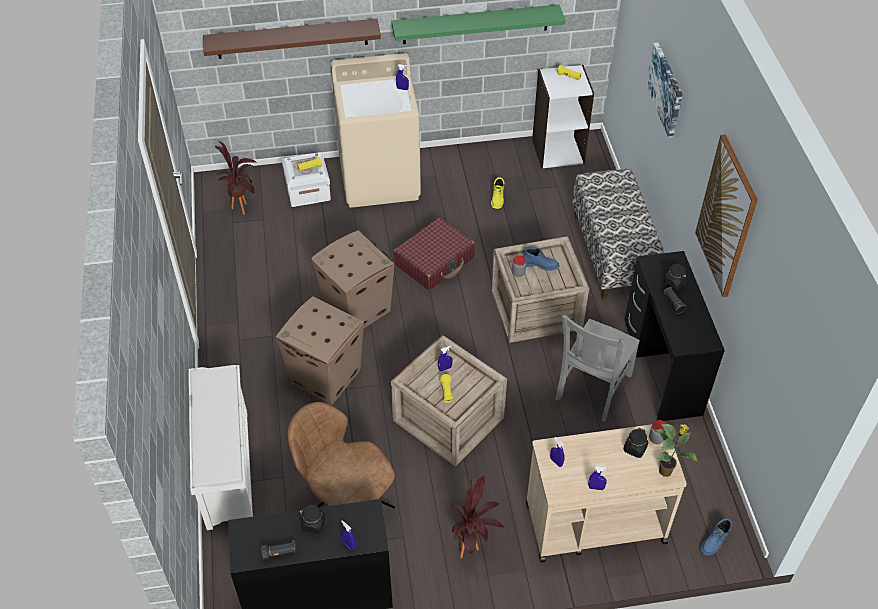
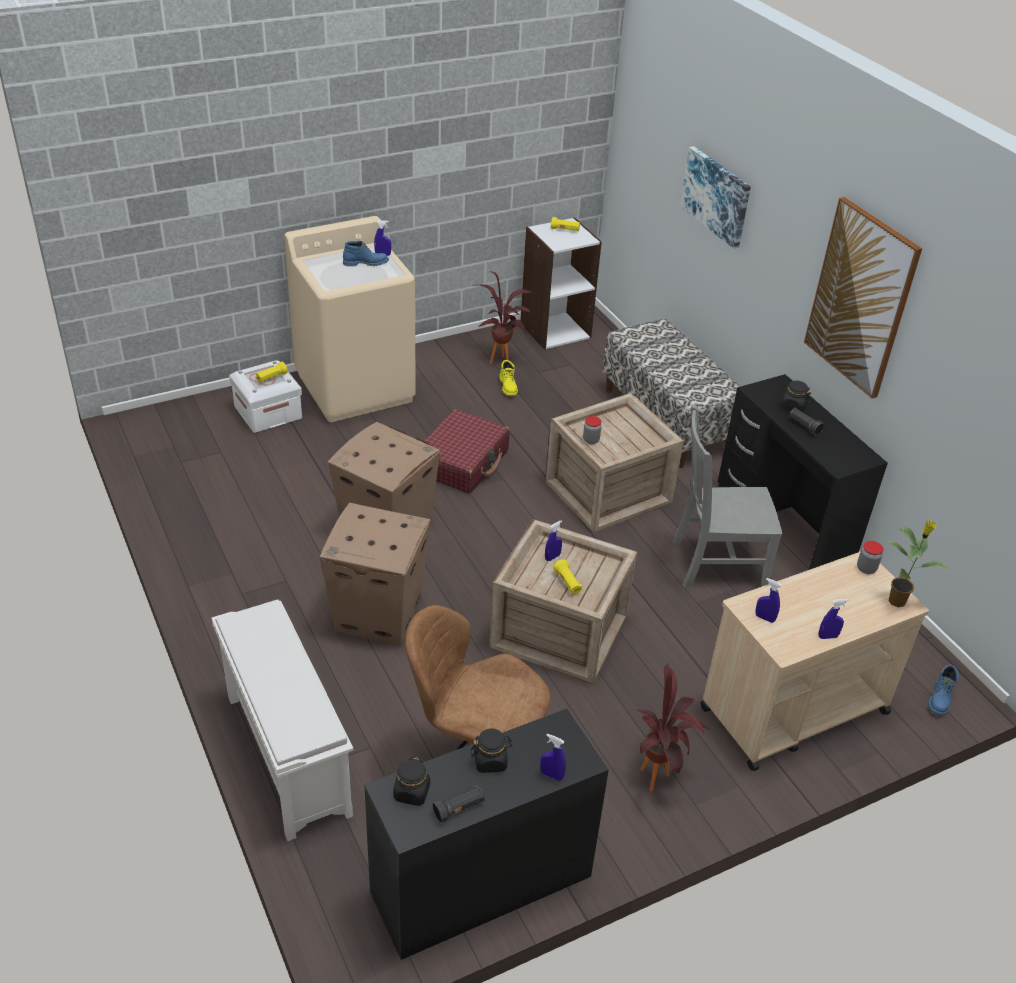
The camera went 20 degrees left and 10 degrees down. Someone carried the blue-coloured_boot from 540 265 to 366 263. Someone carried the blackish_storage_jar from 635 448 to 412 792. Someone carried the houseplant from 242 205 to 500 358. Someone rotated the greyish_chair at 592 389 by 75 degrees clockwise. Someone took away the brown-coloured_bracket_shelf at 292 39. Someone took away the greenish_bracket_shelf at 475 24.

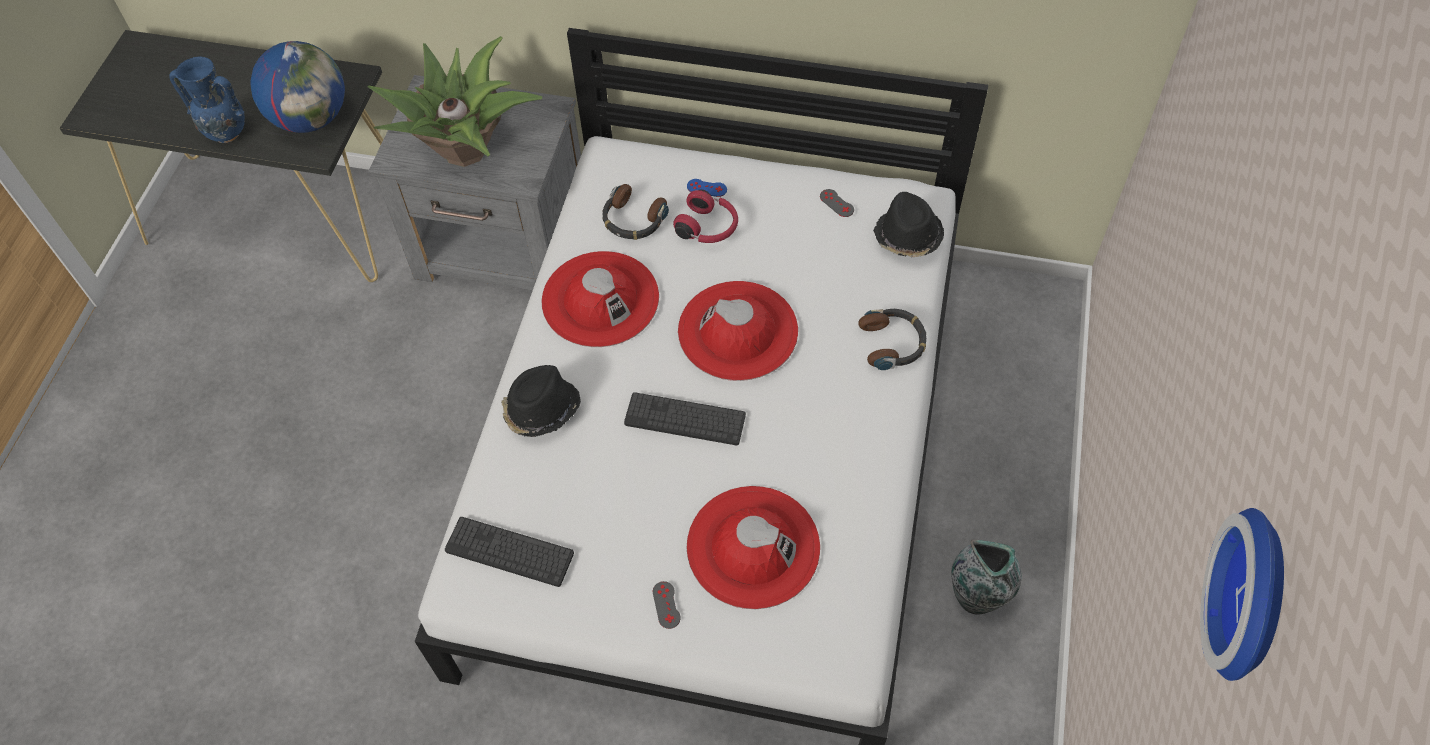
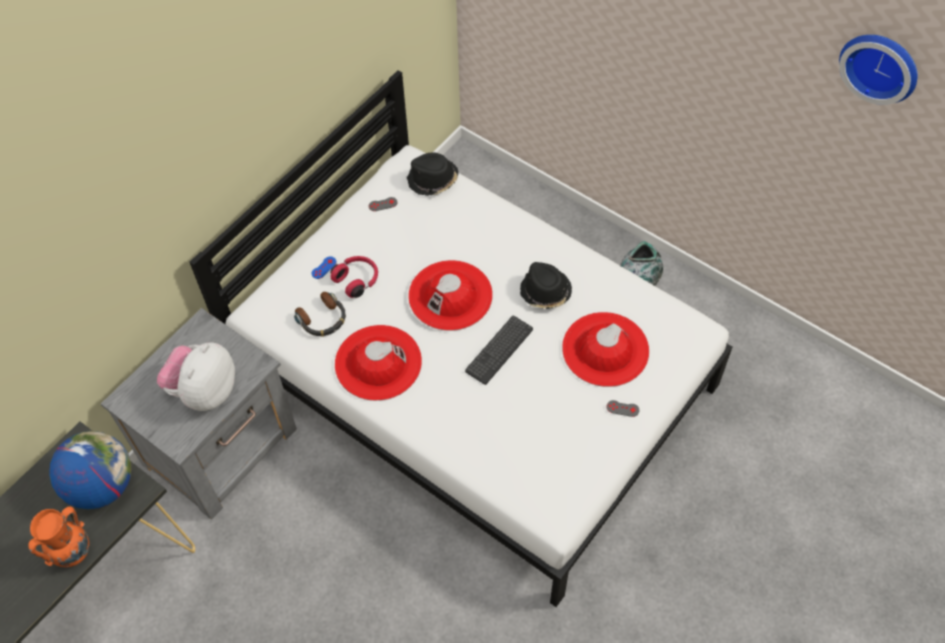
The camera went 65 degrees left and 0 degrees up. Someone repainted the blue-coloured_flower_vase at 226 133, which became the orangey_flower_vase at 72 553. Someone swapped the houseplant at 467 150 for the soft_toy at 204 391. Someone carried the blackish_wearable_hat from 540 410 to 545 292. Someone took away the PC_keyboard at 509 552. Someone took away the pair_of_headphones at 893 343.

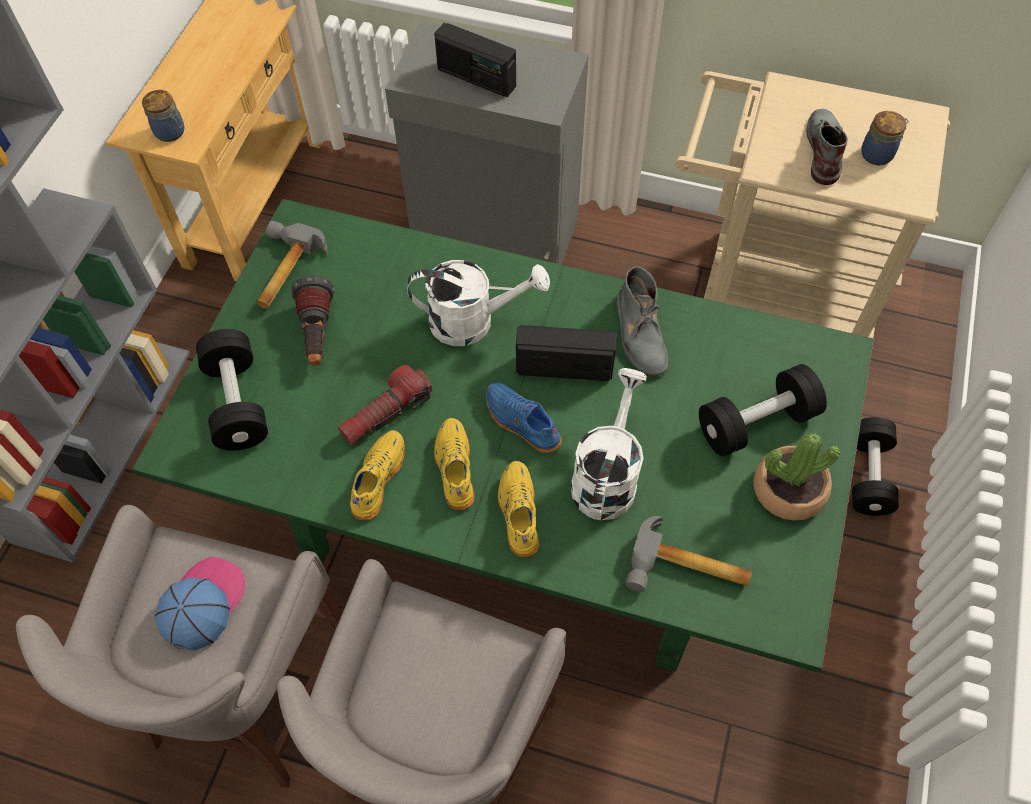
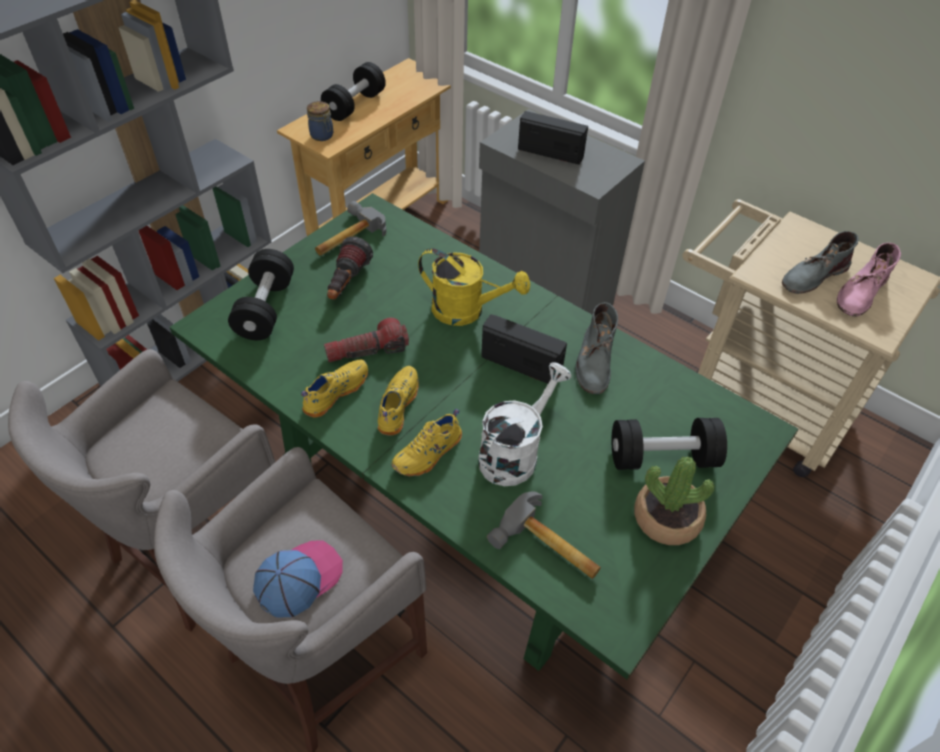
The camera went 20 degrees right and 10 degrees down. Someone carried the cap from 202 604 to 299 579. Someone carried the blackish_free_weight from 868 475 to 355 105. Someone rotated the yellowish_low_shoe at 517 513 by 150 degrees counterclockwise. Someone repainted the white_sprinkling_can at 473 321, which became the yellowish_sprinkling_can at 467 311. Someone rotated the radio_set at 476 78 by 150 degrees clockwise. Someone rotated the greyish_boot at 824 149 by 150 degrees counterclockwise. Someone swapped the storage_jar at 878 154 for the pinkish_boot at 860 293. Someone took away the blue-coloured_low_shoe at 521 423.

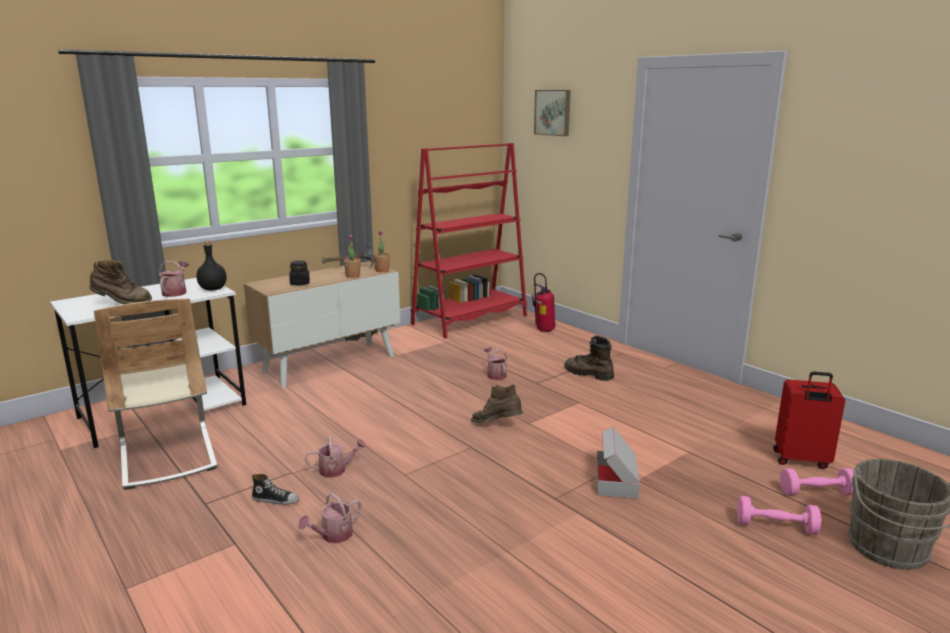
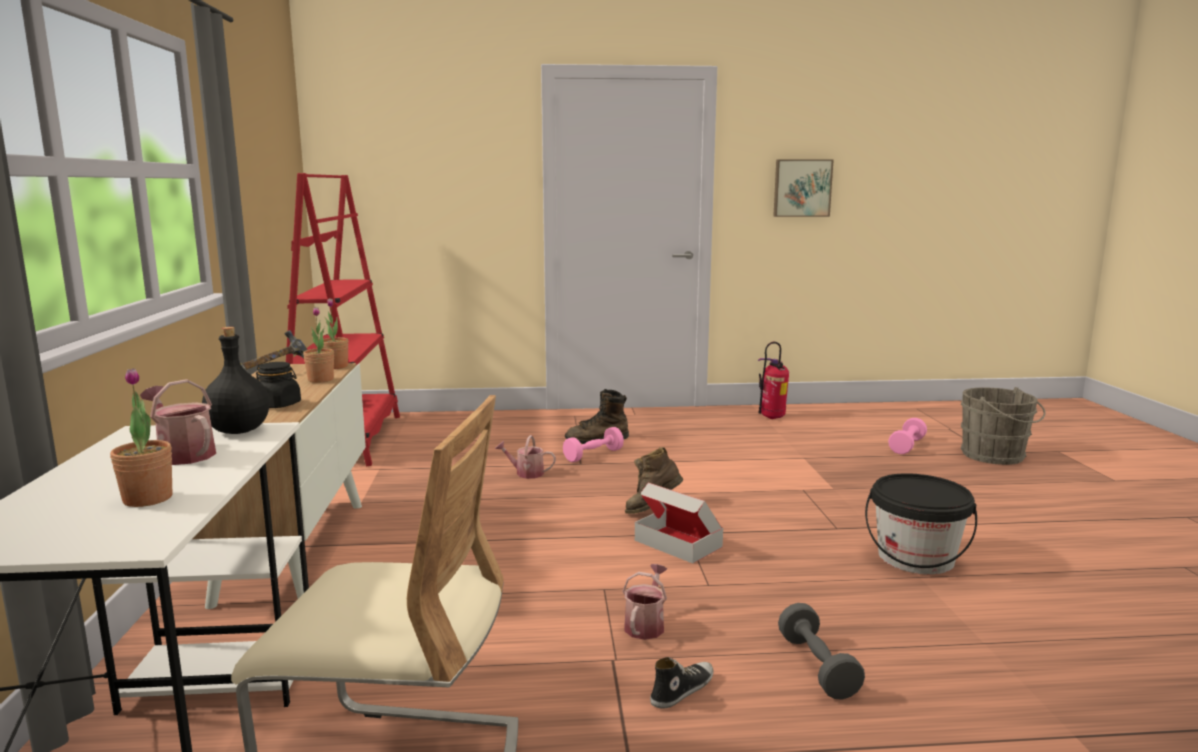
The camera went 55 degrees left and 5 degrees down. Someone swapped the brown-coloured_boot at 122 304 for the houseplant at 148 499. Someone carried the pinkish_free_weight from 776 527 to 593 455. Someone carried the carton from 616 480 to 678 543. Someone carried the fire_extinguisher from 543 330 to 772 418. Someone carried the wall_picture from 553 112 to 802 188. Someone swapped the sprinkling_can at 333 536 for the greyish_free_weight at 817 667. Someone put down the blackish_water_bucket at 915 558. Someone took away the reddish_travel_case at 801 460.

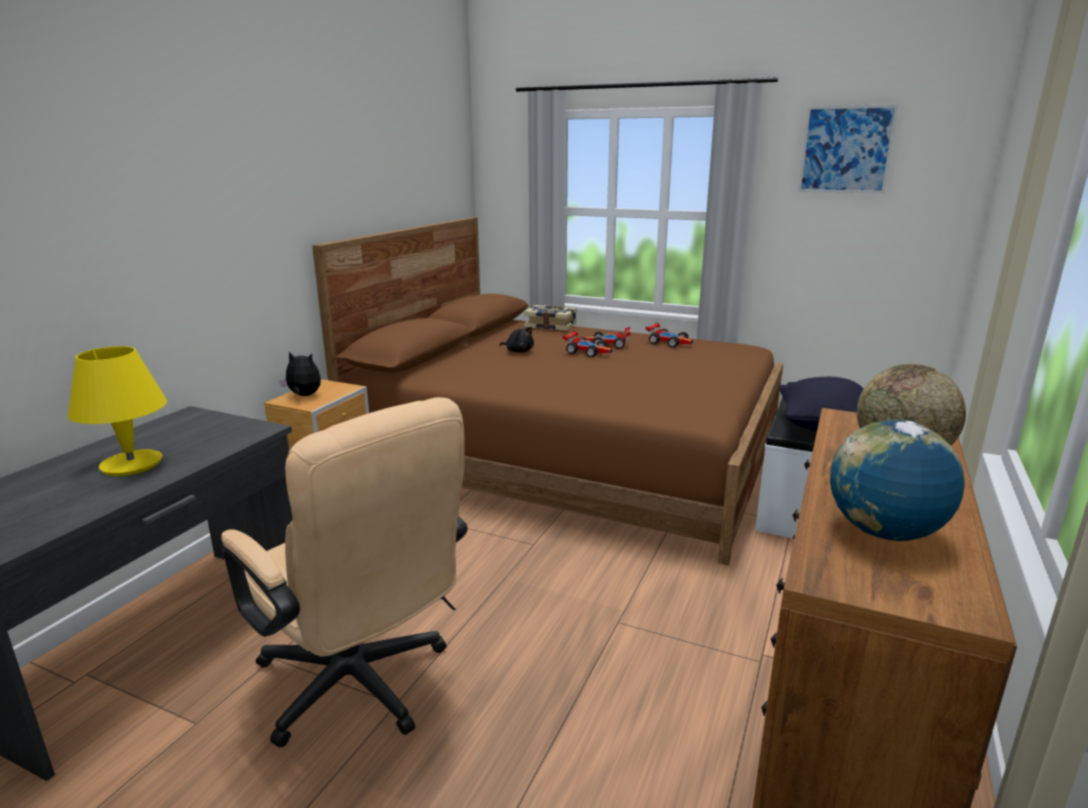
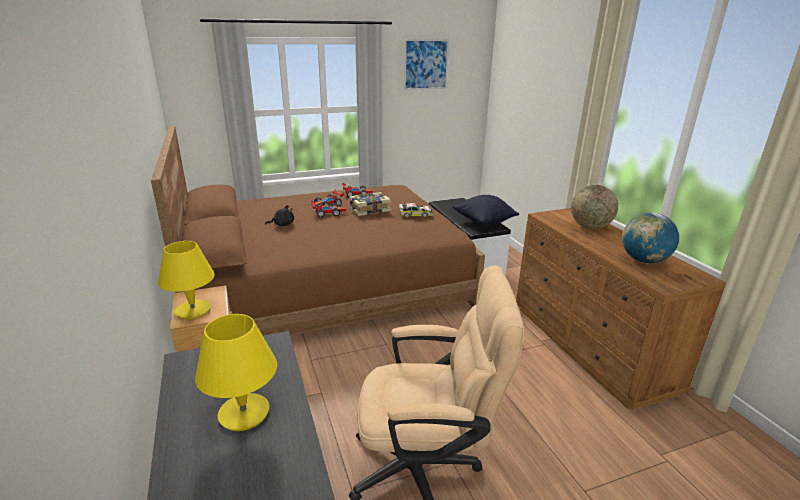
The camera went 45 degrees left and 5 degrees up. Someone swapped the soft_toy at 304 396 for the yellowish_table_lamp at 193 310. Someone carried the volume from 551 326 to 369 210. Someone put down the toy_car at 415 214.

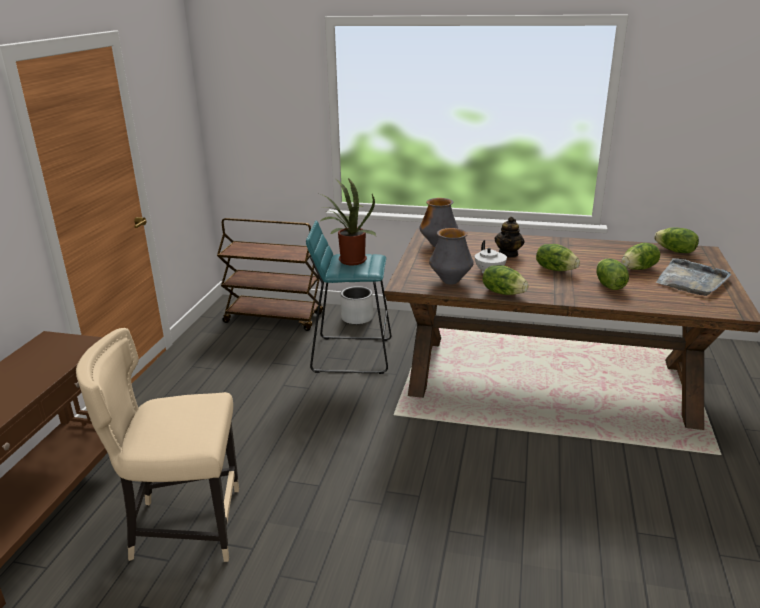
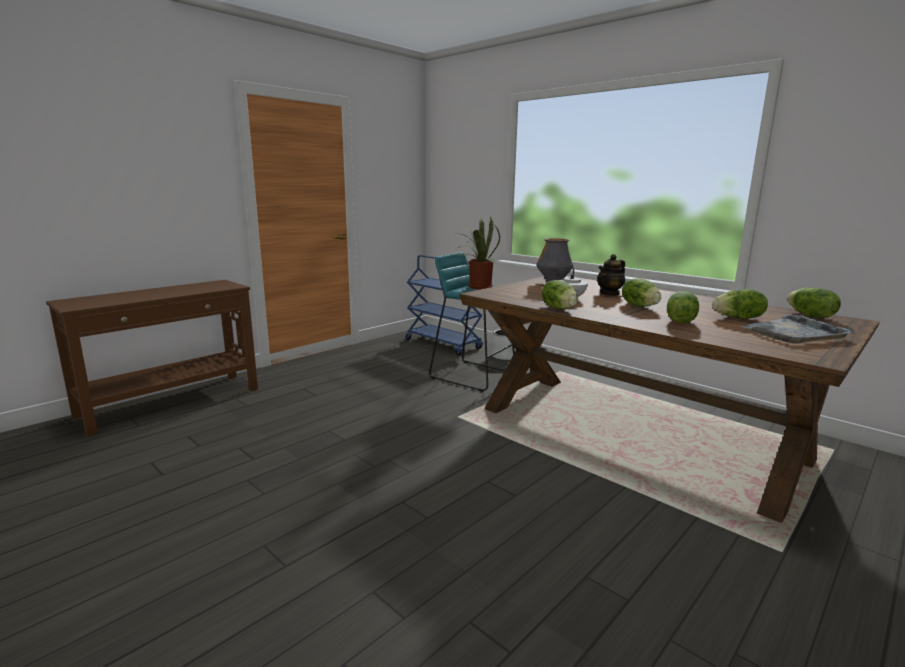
The camera went 30 degrees right and 10 degrees down. Someone repainted the brown-coloured_cart at 274 318, which became the blue-coloured_cart at 443 344. Someone took away the beige-coloured_chair at 184 526. Someone took away the flower_vase at 450 281.

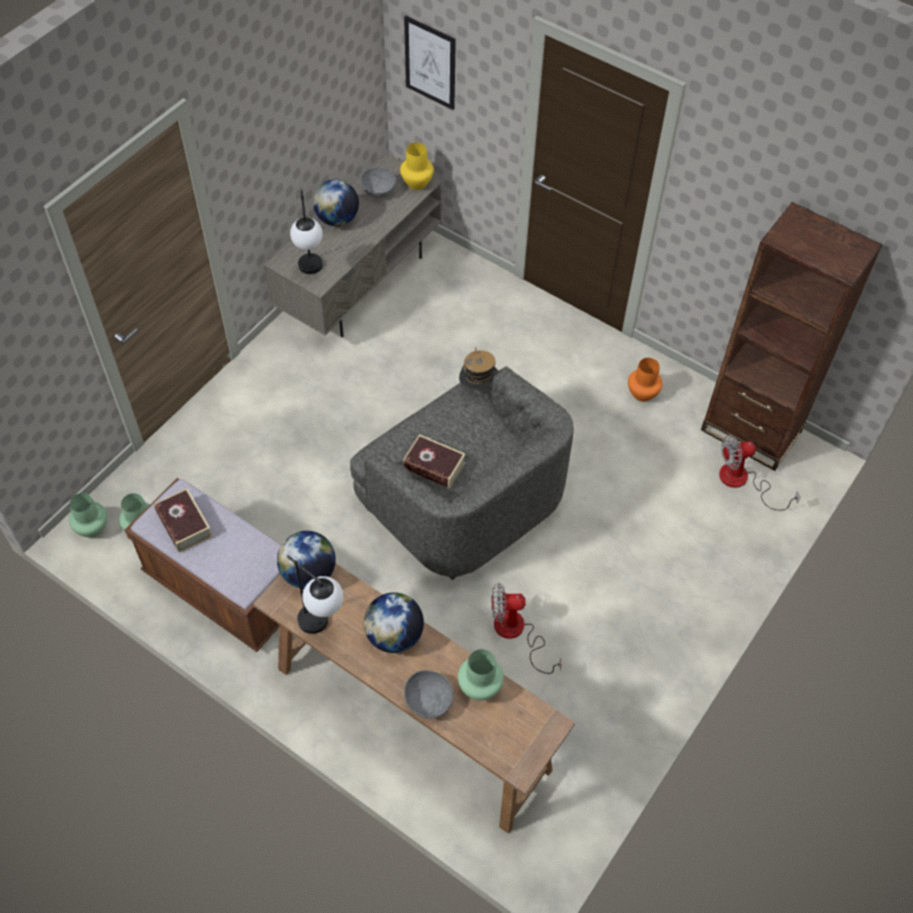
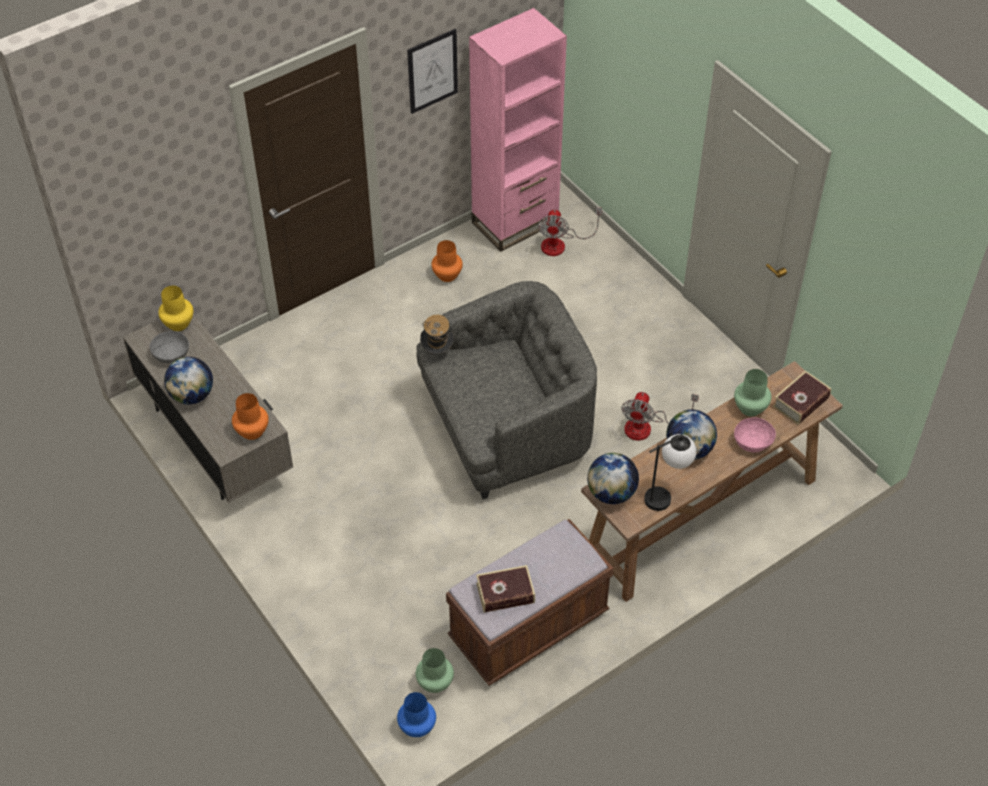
The camera went 70 degrees left and 5 degrees down. Someone swapped the table_lamp at 311 272 for the orangey_flower_vase at 252 431. Someone repainted the greenish_flower_vase at 93 528, which became the blue-coloured_flower_vase at 417 726. Someone carried the wall_picture from 430 63 to 432 71. Someone repainted the brown-coloured_bookcase at 750 431, which became the pinkish_bookcase at 515 222. Someone repainted the greyish_bowl at 429 700, which became the pinkish_bowl at 753 442. Someone carried the volume from 434 466 to 801 402.

